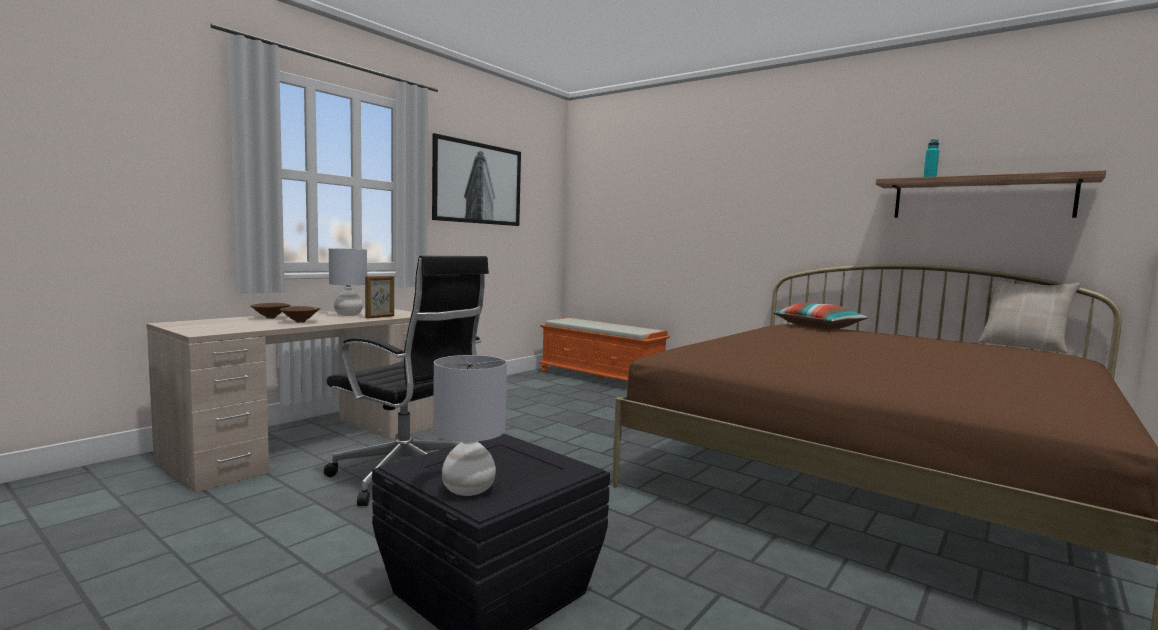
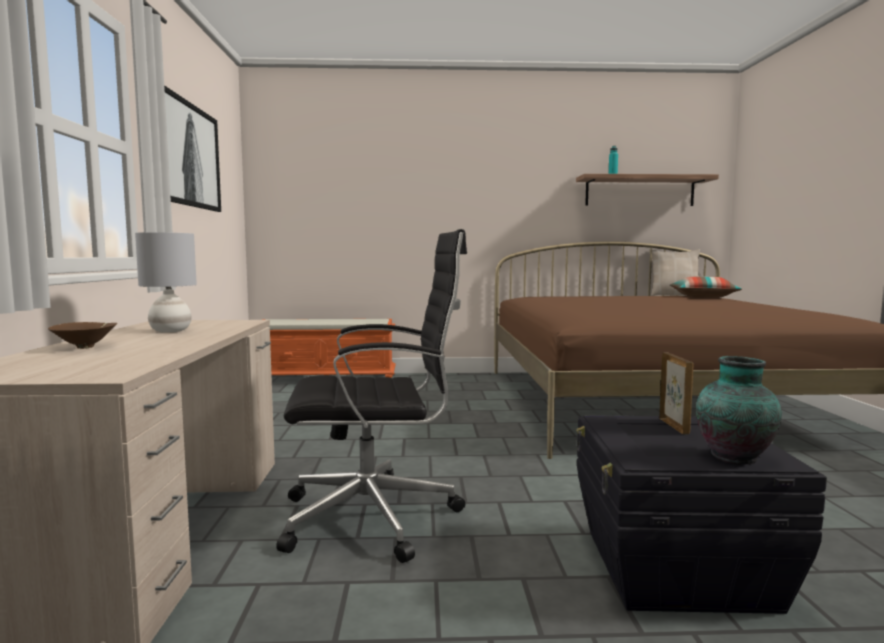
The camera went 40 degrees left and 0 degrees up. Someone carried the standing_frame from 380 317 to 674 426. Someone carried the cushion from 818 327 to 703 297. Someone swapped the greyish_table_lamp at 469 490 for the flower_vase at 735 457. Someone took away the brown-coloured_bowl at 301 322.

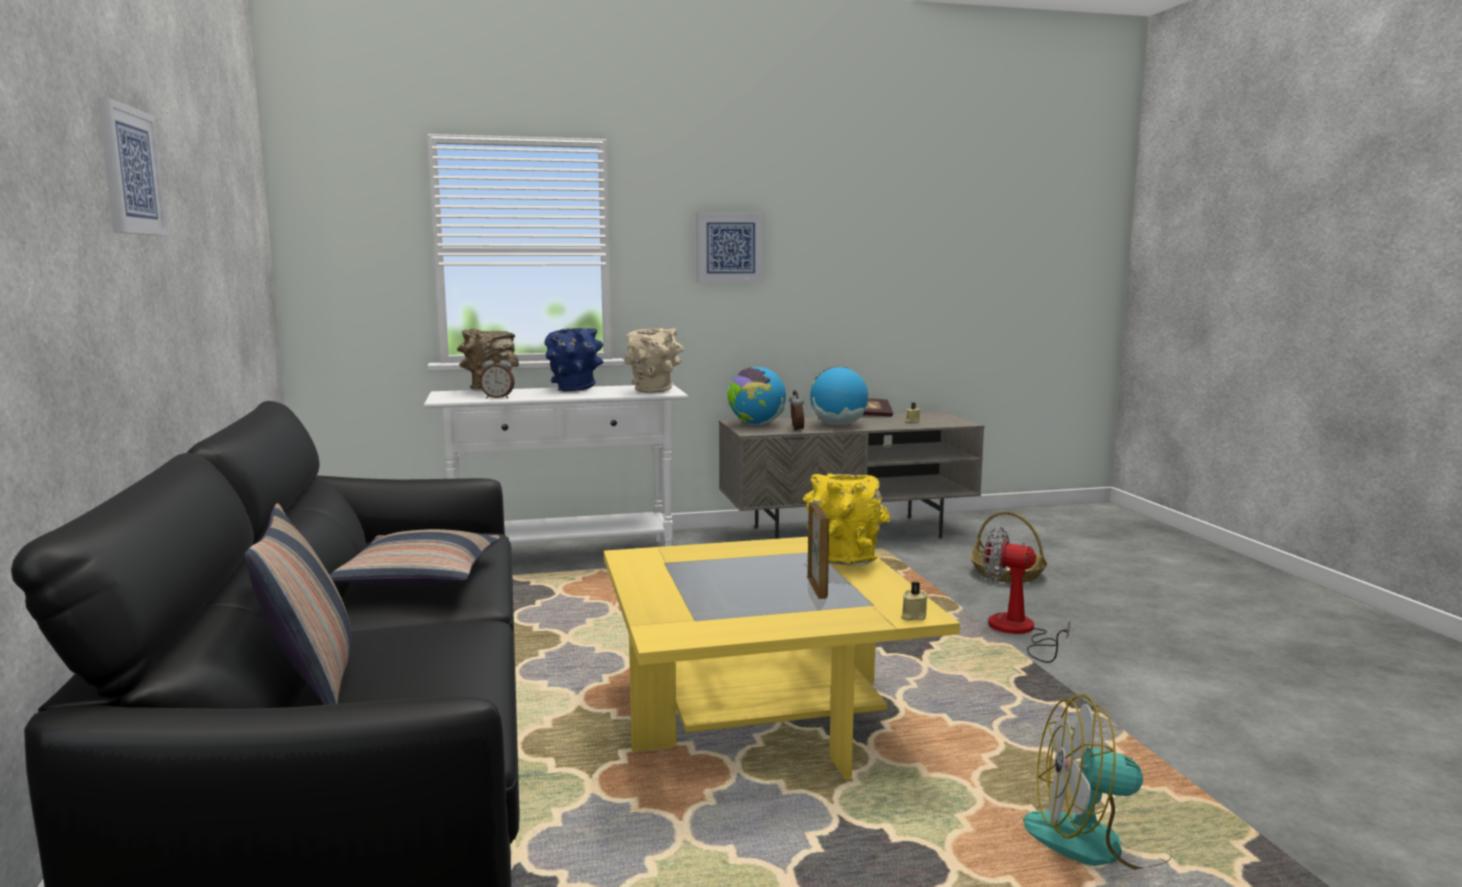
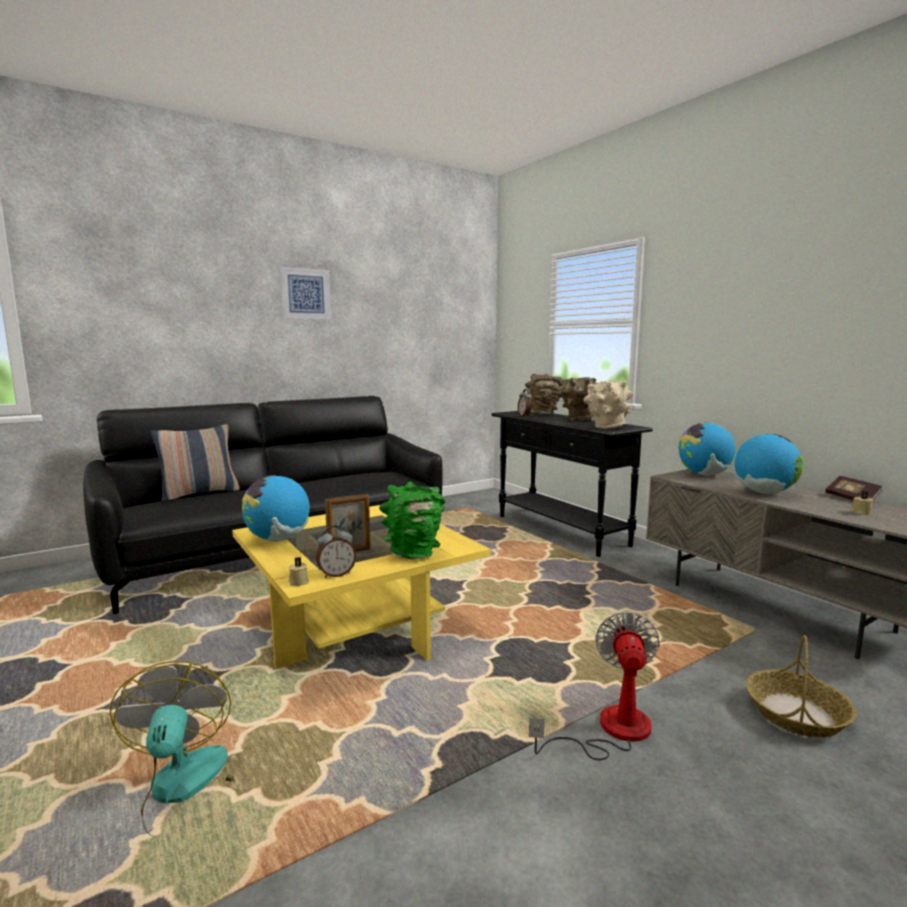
The camera went 70 degrees right and 0 degrees up. Someone put down the desk_globe at 278 539. Someone carried the bedside_clock from 796 429 to 336 574. Someone repainted the yellowish_flower_vase at 843 561, which became the greenish_flower_vase at 414 553. Someone repainted the white_hall_table at 564 557, which became the blackish_hall_table at 561 530. Someone repainted the blue-coloured_flower_vase at 574 390, which became the brown-coloured_flower_vase at 577 420. Someone took away the cushion at 420 576. Someone took away the wall_picture at 729 247.

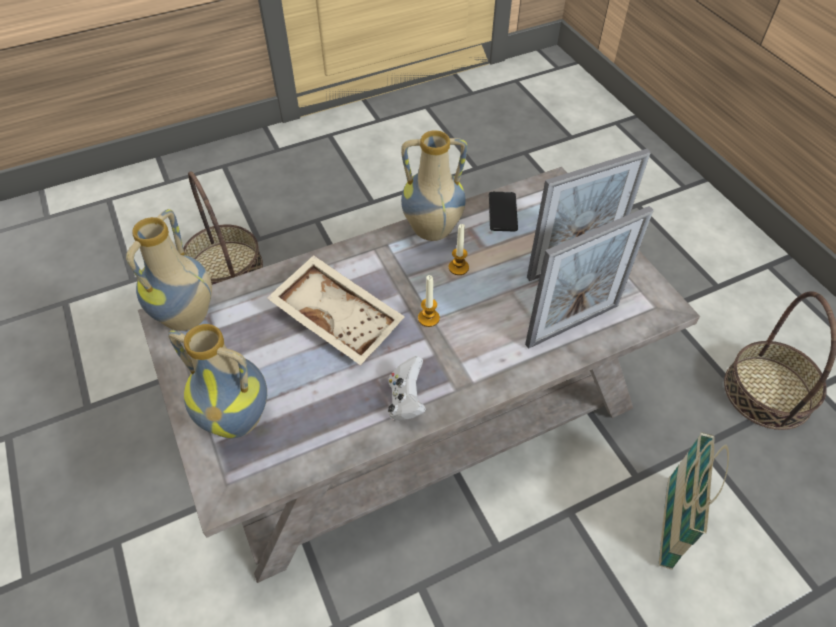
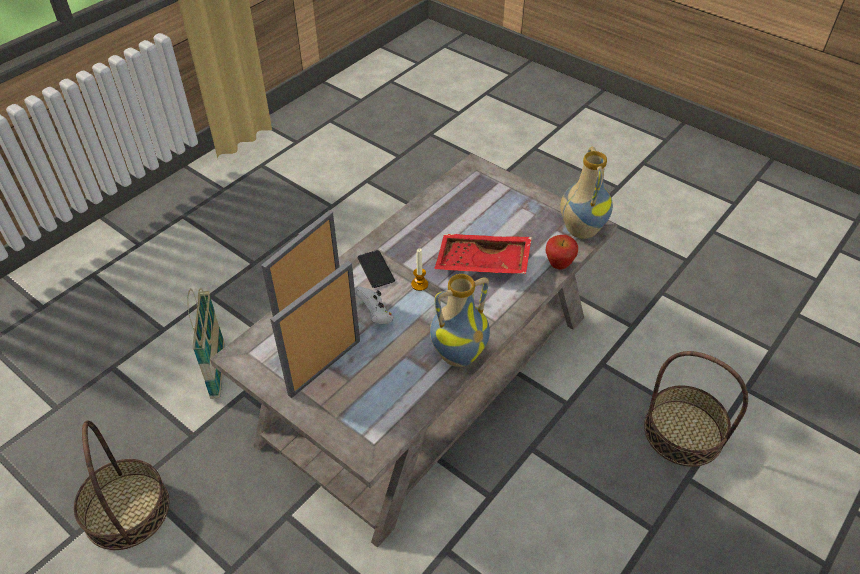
The camera went 155 degrees right and 5 degrees down. Someone carried the white_game_controller from 406 400 to 375 315. Someone carried the telephone from 502 212 to 376 269. Someone repainted the beige-coloured_serving_tray at 339 317, which became the reddish_serving_tray at 482 264. Someone put down the apple at 558 265. Someone took away the flower_vase at 238 418. Someone took away the wax_candle at 458 267.

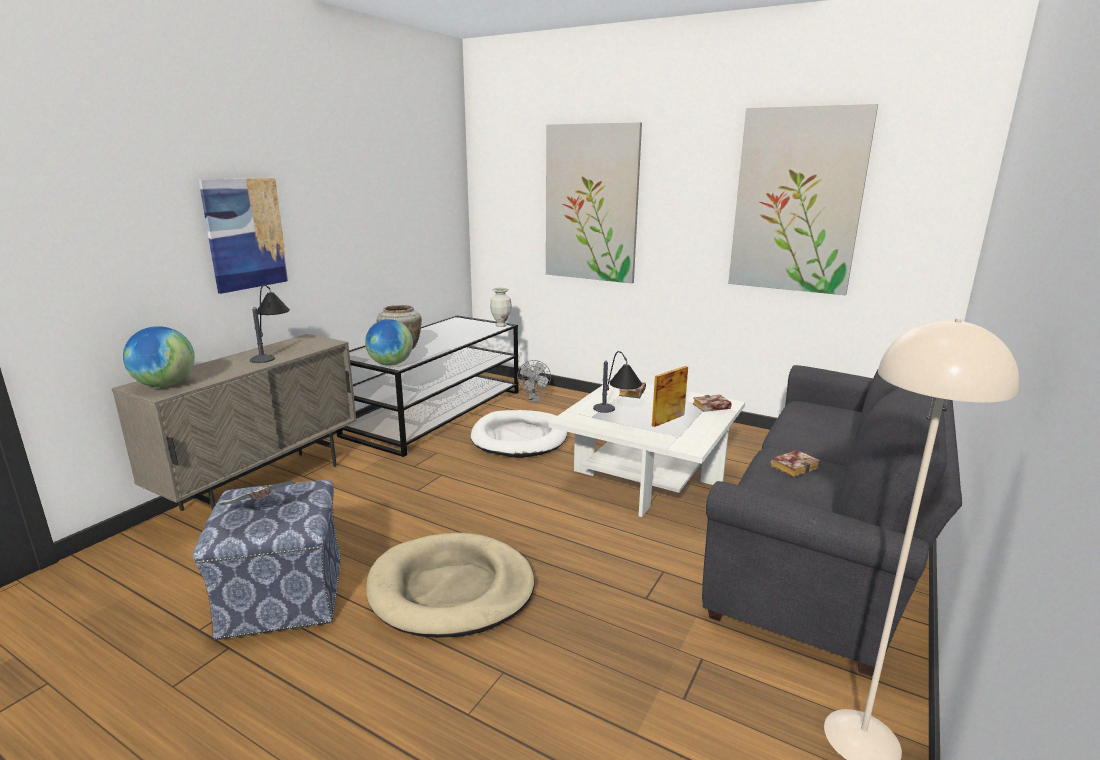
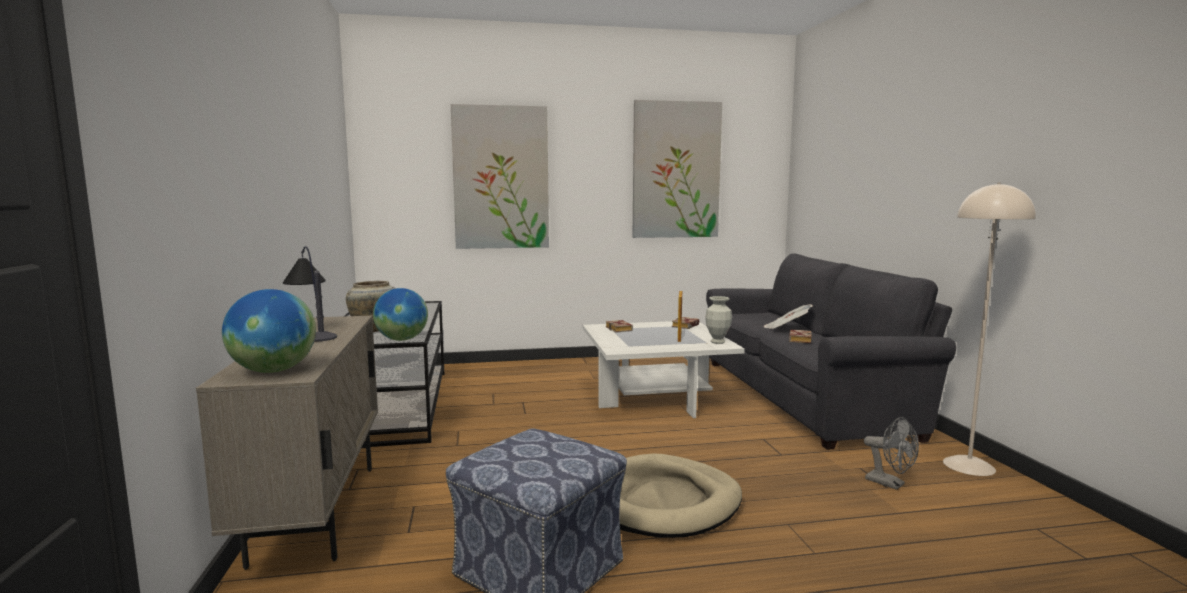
The camera went 40 degrees left and 10 degrees down. Someone carried the flower_vase from 501 325 to 717 342. Someone carried the printed_paper from 260 511 to 786 329. Someone carried the greyish_fan from 534 400 to 890 484. Someone took away the wall_picture at 245 234. Someone took away the white_dog_bed at 520 438. Someone took away the table_lamp at 616 416.

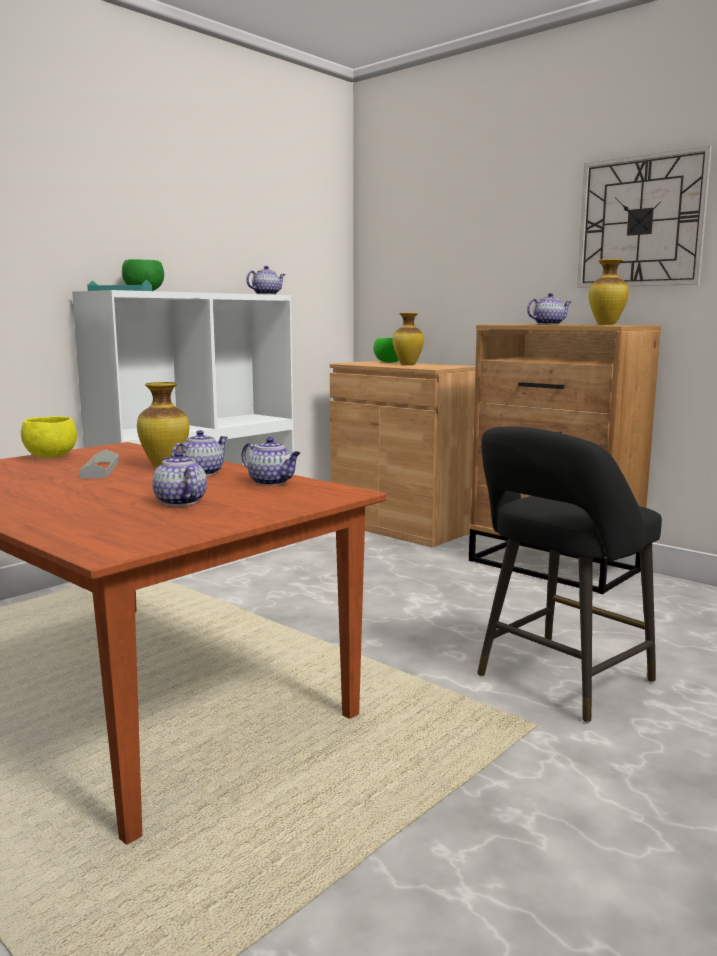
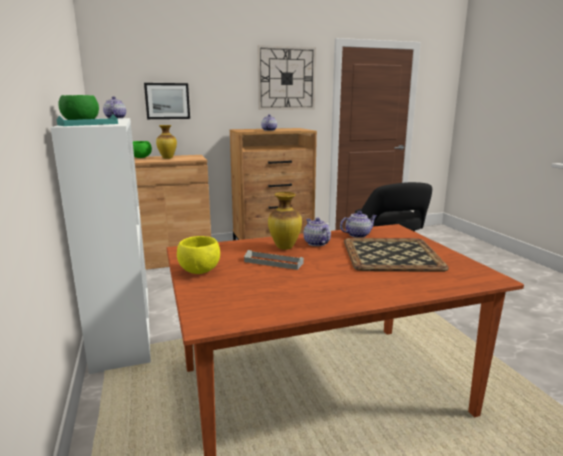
The camera went 60 degrees left and 5 degrees up. Someone put up the wall_picture at 167 101. Someone swapped the teapot at 180 502 for the serving_tray at 392 255. Someone took away the flower_vase at 605 324.

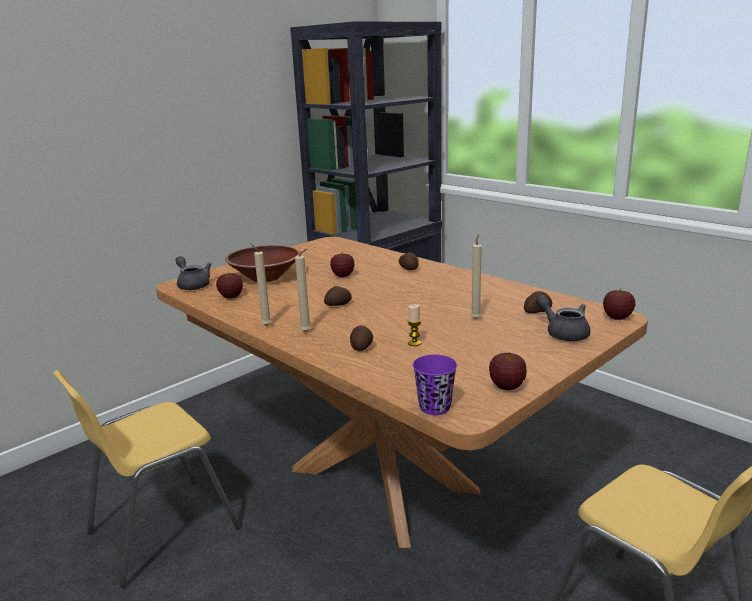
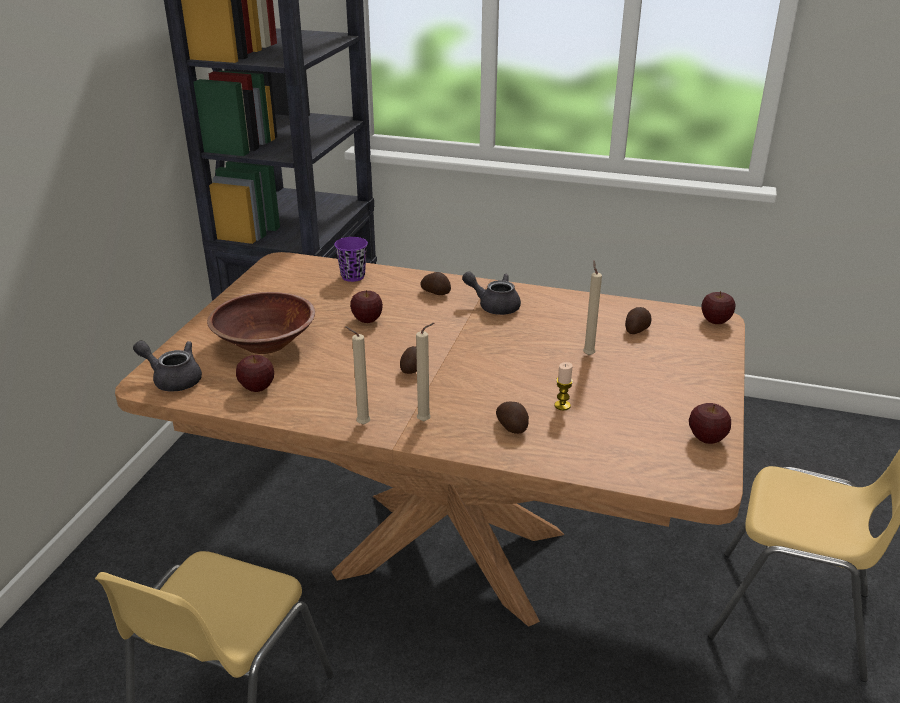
The camera went 30 degrees left and 10 degrees up. Someone carried the purple_drinking_cup from 435 407 to 353 276. Someone carried the greyish_teapot from 563 332 to 494 306.

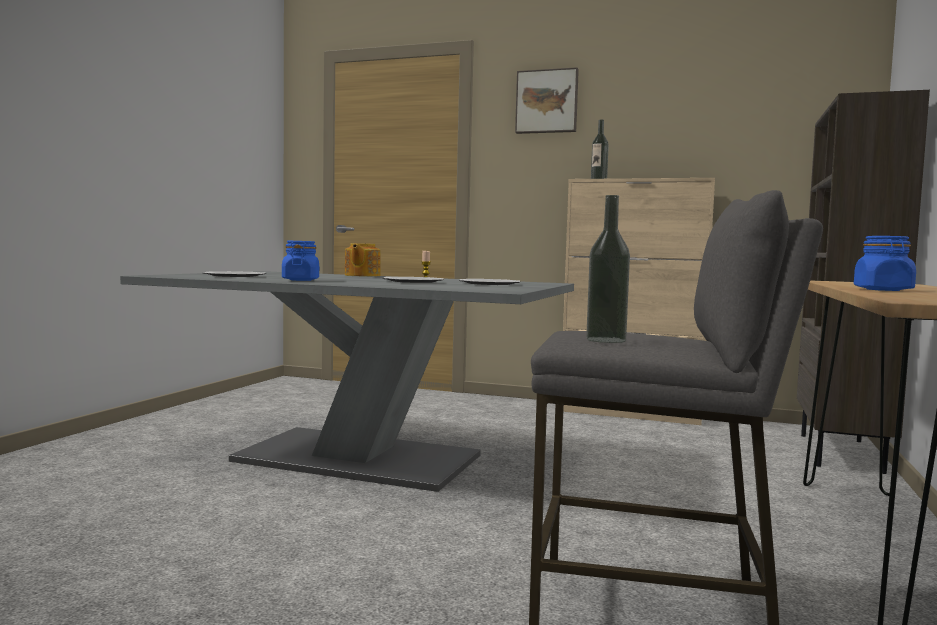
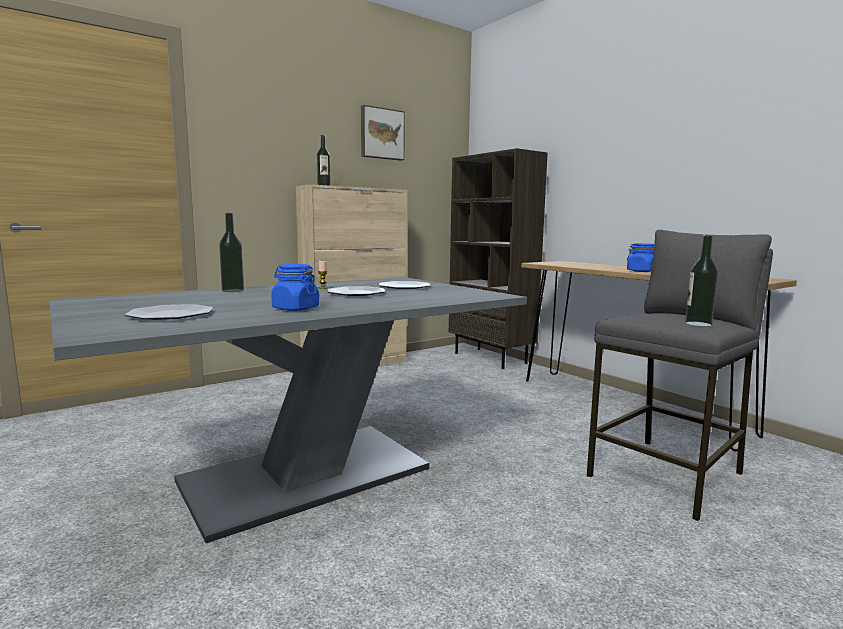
The camera went 55 degrees left and 5 degrees up. Someone swapped the teapot at 361 275 for the bottle at 233 290. Someone carried the wall_picture from 547 102 to 381 134.

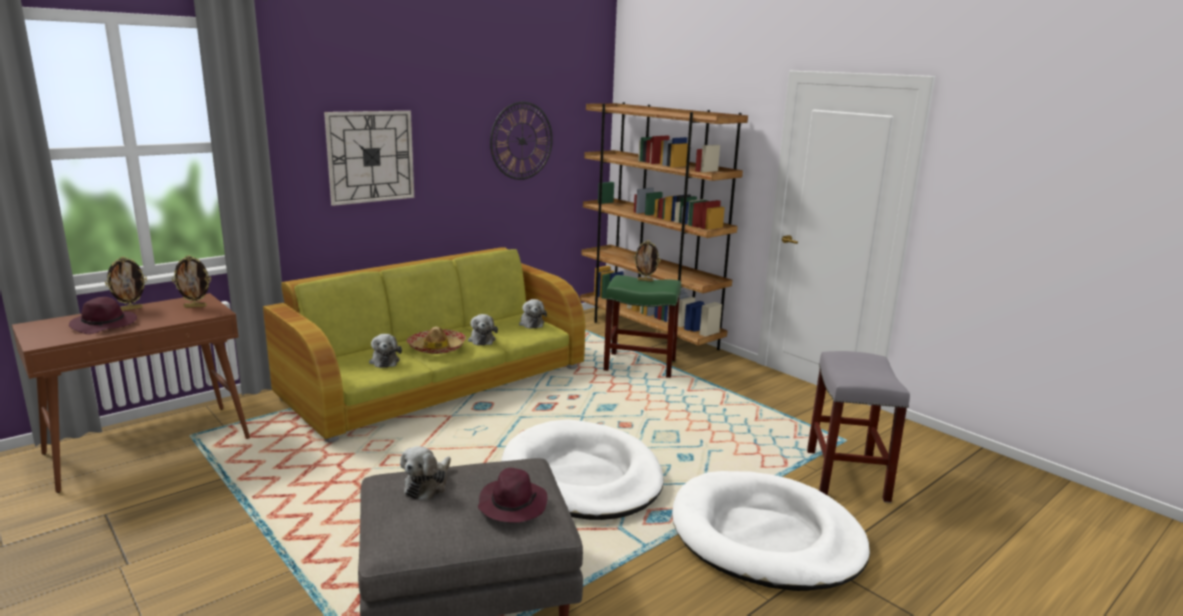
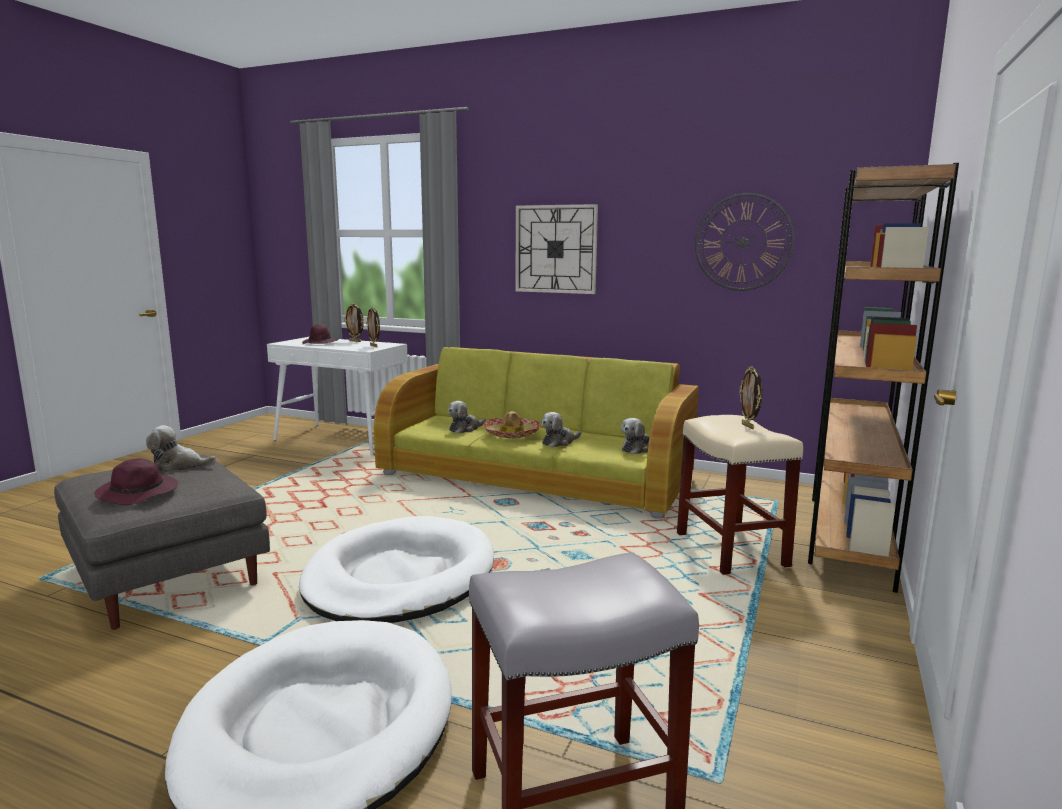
The camera went 65 degrees right and 5 degrees down. Someone repainted the brown-coloured_hall_table at 150 446, which became the white_hall_table at 343 439. Someone repainted the greenish_stool at 641 365, which became the beige-coloured_stool at 732 550.

